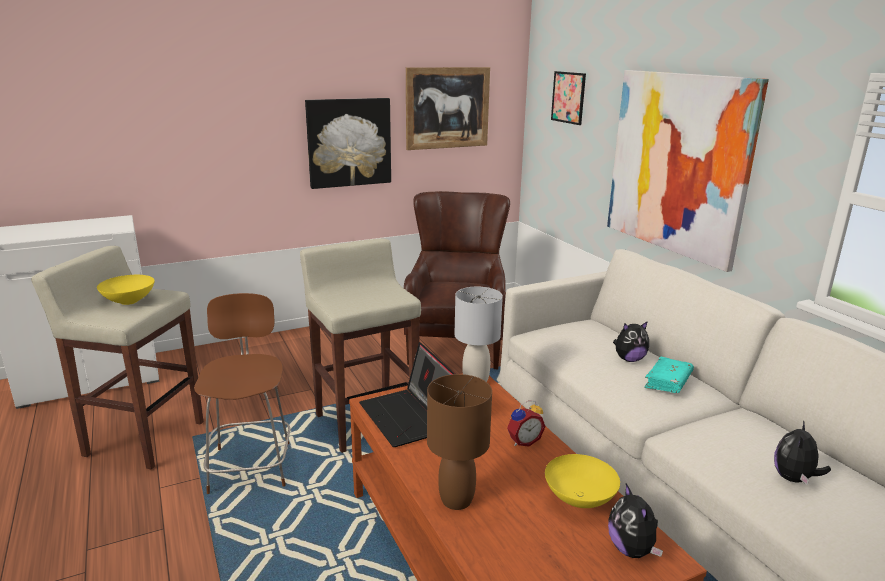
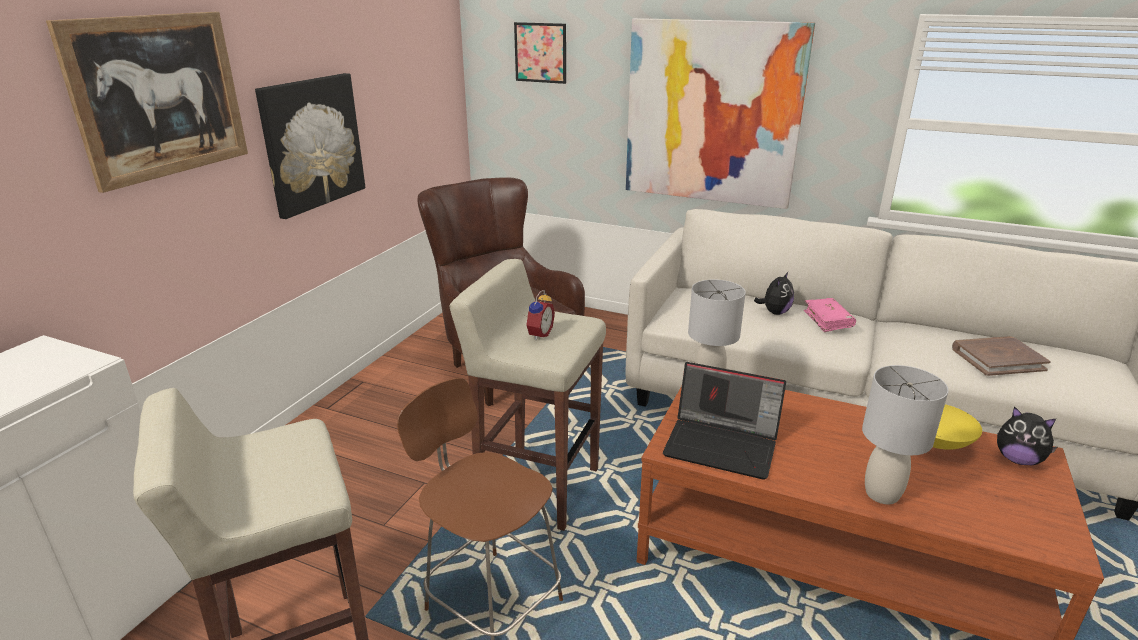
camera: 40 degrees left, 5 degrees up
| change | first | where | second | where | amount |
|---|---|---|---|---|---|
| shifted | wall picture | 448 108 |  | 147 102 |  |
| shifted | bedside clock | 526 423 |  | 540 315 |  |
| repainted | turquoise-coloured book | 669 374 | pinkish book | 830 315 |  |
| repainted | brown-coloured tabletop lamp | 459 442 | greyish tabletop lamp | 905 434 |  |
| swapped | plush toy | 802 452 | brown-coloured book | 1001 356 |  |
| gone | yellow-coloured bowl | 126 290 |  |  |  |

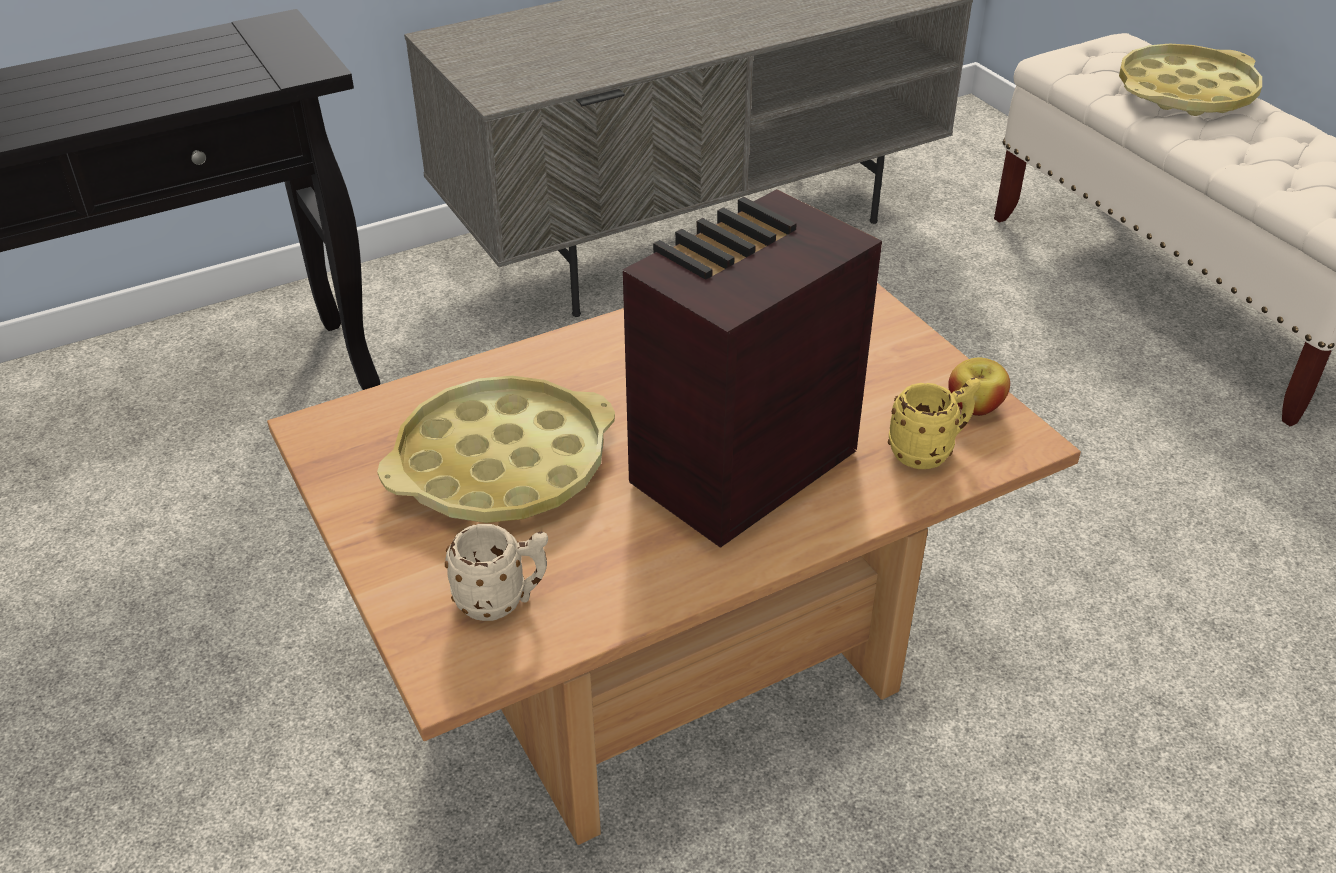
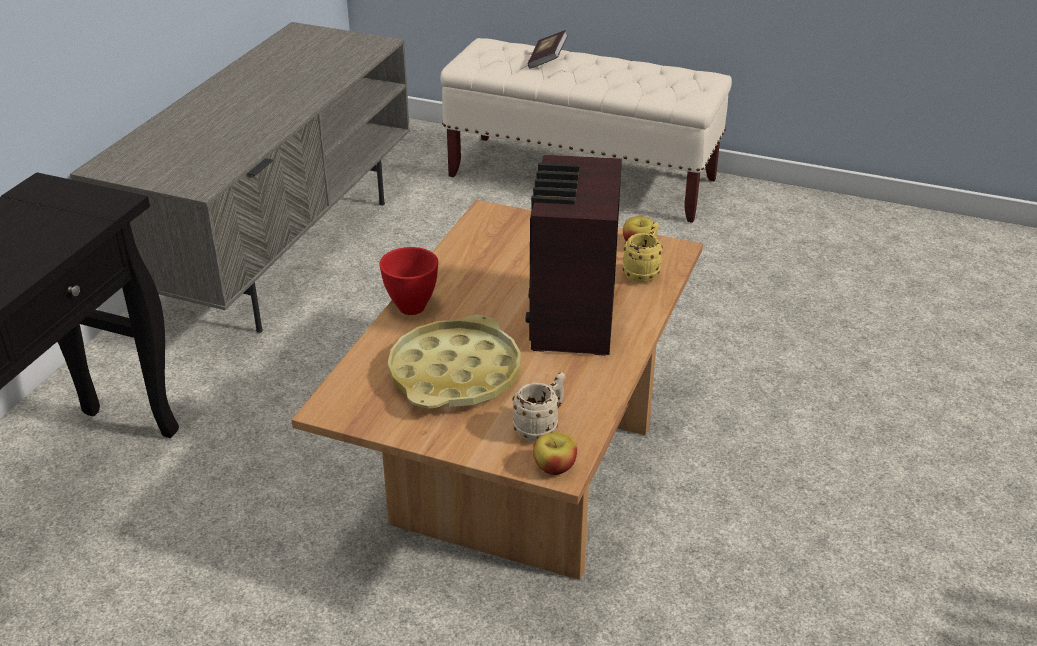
camera: 40 degrees left, 5 degrees down
| change | first | where | second | where | amount |
|---|---|---|---|---|---|
| new |  |  | reddish bowl | 408 281 |  |
| swapped | yellow-coloured carrying tray | 1190 80 | book | 547 49 |  |
| new |  |  | whole apple | 555 453 |  |

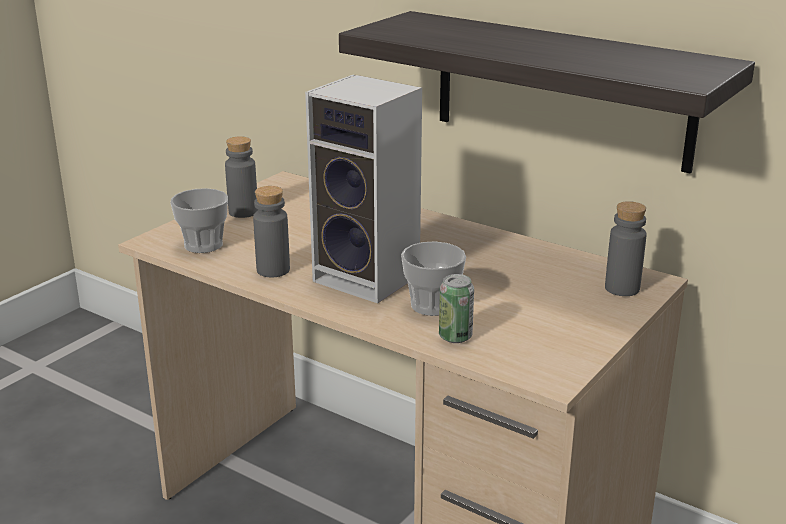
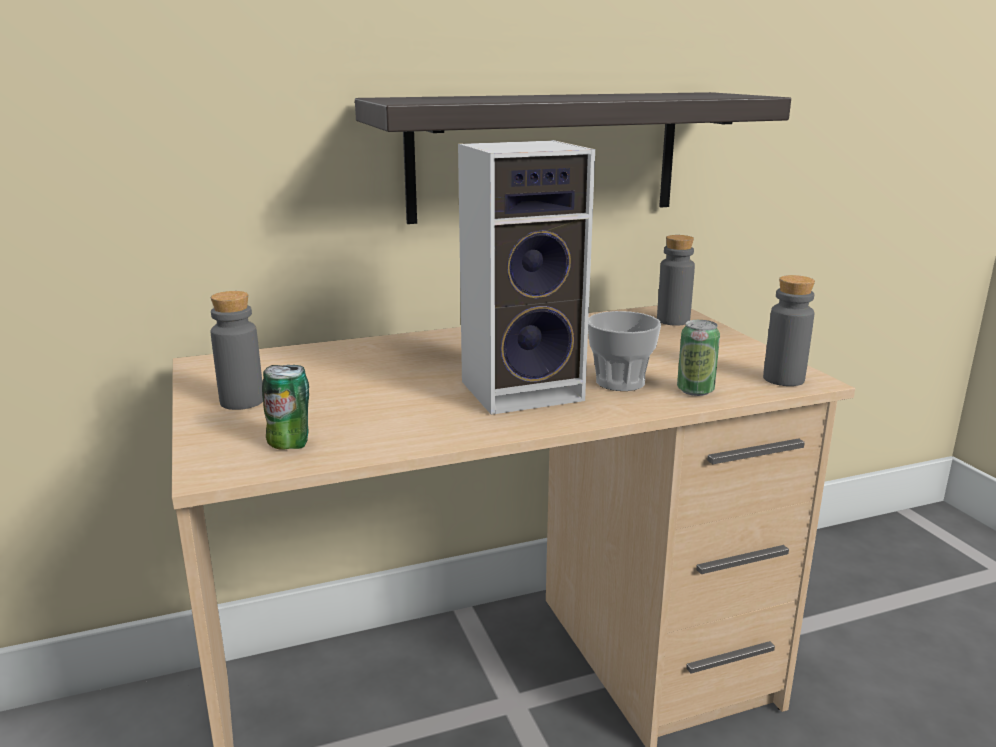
camera: 55 degrees left, 5 degrees down
| change | first | where | second | where | amount |
|---|---|---|---|---|---|
| swapped | cup | 199 220 | can | 285 407 |  |
| shifted | greyish drink bottle | 271 232 |  | 789 330 |  |

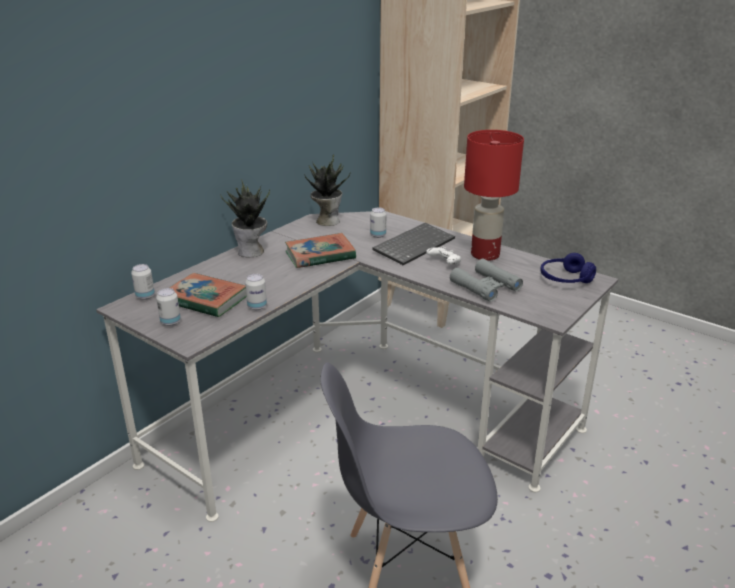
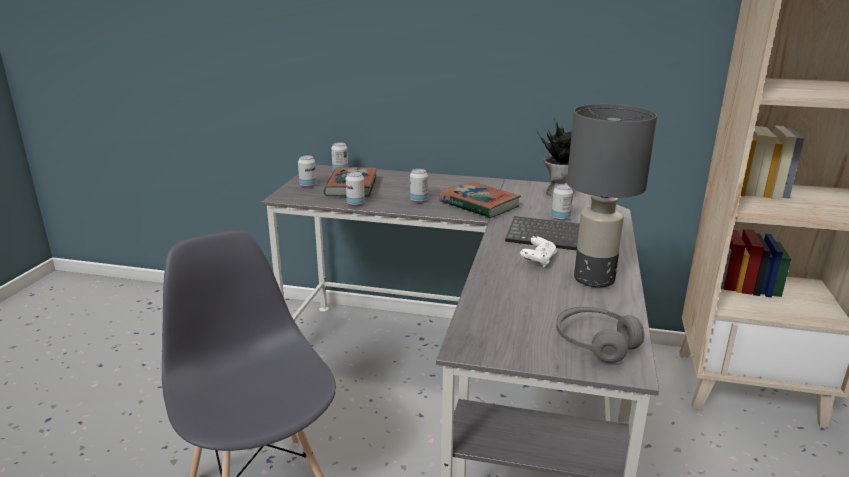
camera: 65 degrees right, 5 degrees down
| change | first | where | second | where | amount |
|---|---|---|---|---|---|
| new |  |  | can | 419 186 |  |
| repainted | blue-coloured headset | 568 268 | greyish headset | 600 335 |  |
| repainted | reddish tabletop lamp | 494 195 | greyish tabletop lamp | 612 195 |  |
| gone | potted plant | 245 218 |  |  |  |
| gone | greyish field glasses | 486 280 |  |  |  |

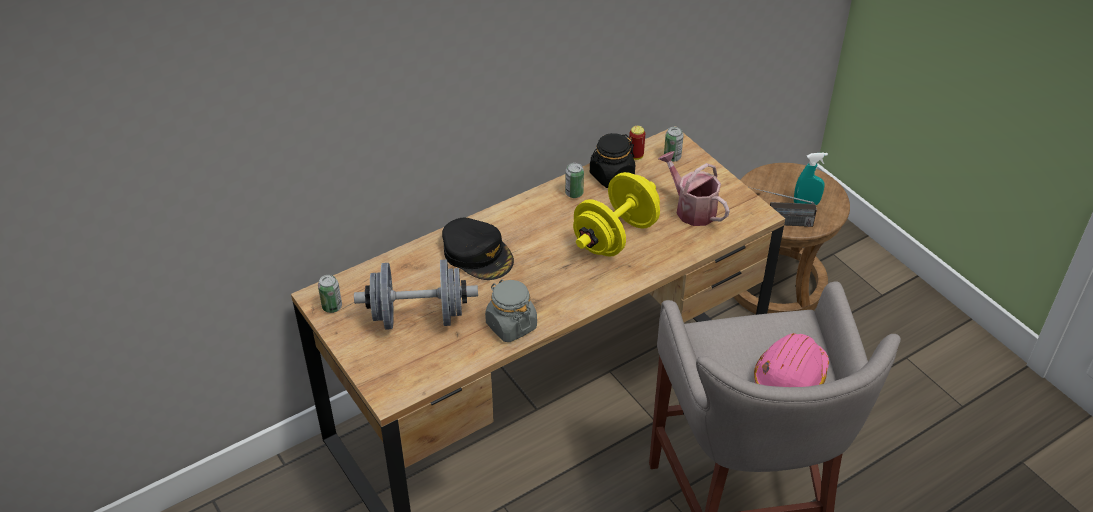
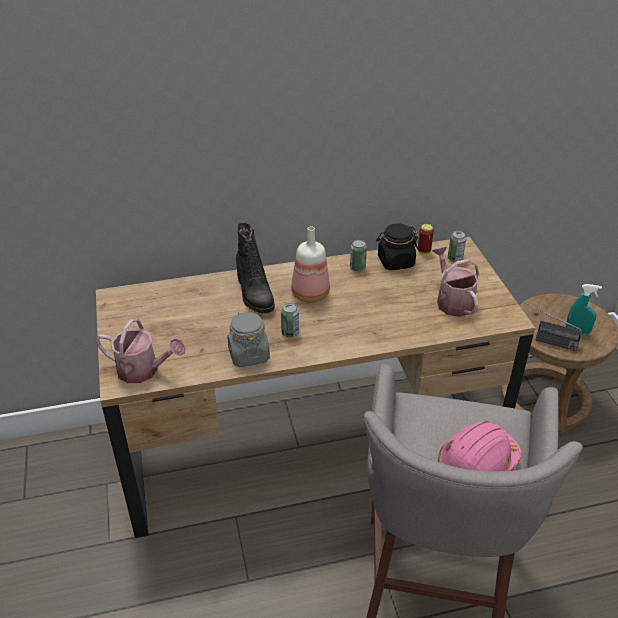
camera: 20 degrees right, 5 degrees down
| change | first | where | second | where | amount |
|---|---|---|---|---|---|
| new |  |  | sprinkling can | 140 351 |  |
| swapped | black baseball cap | 478 249 | black high-top boot | 255 268 |  |
| shifted | can | 330 294 |  | 290 320 |  |
| new |  |  | drink bottle | 310 264 |  |
| gone | greyish free weight | 416 294 |  |  |  |
| gone | yellow-coloured free weight | 616 214 |  |  |  |

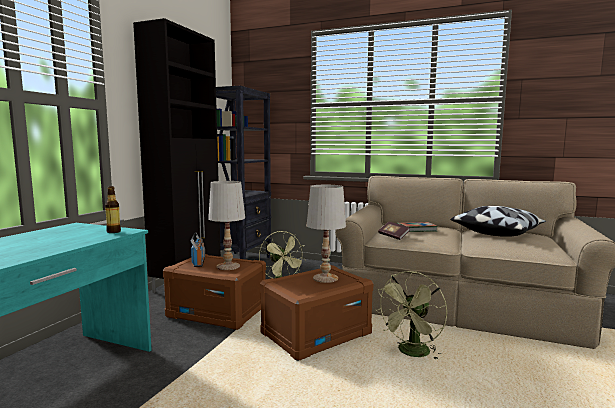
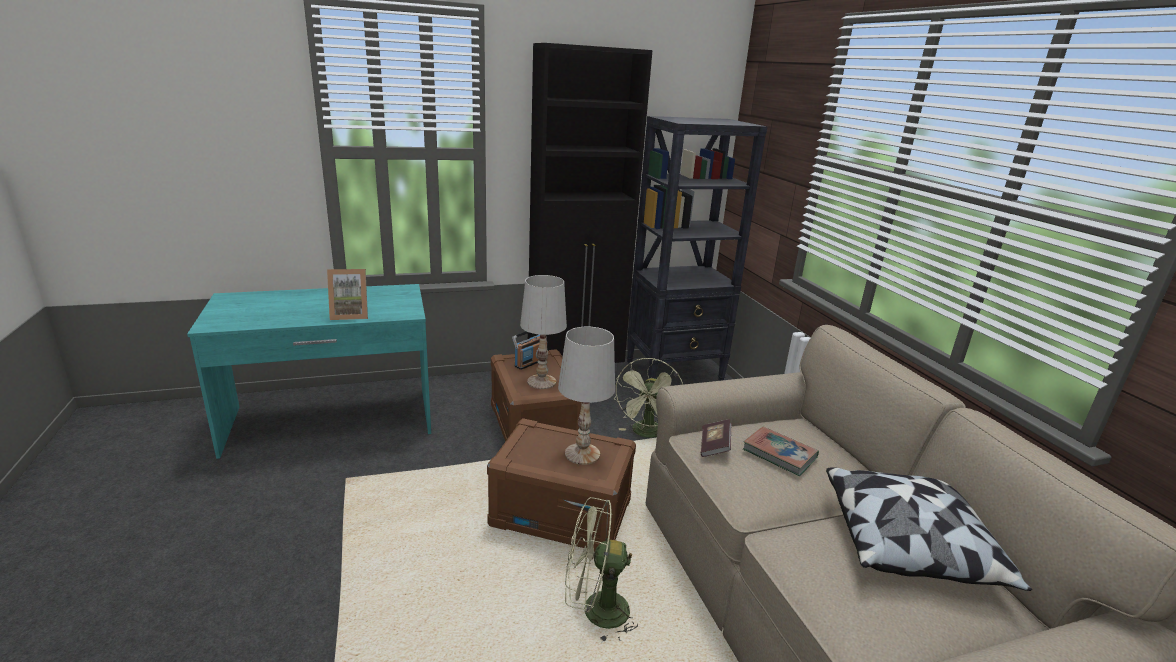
camera: 50 degrees right, 15 degrees up
| change | first | where | second | where | amount |
|---|---|---|---|---|---|
| new |  |  | standing frame | 347 294 |  |
| gone | drink bottle | 113 209 |  |  |  |

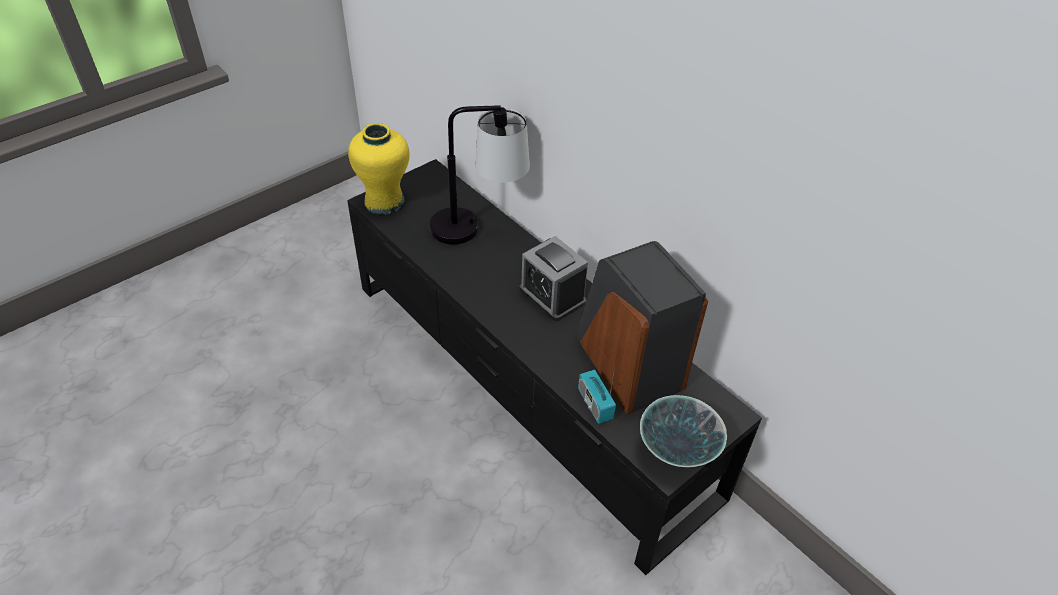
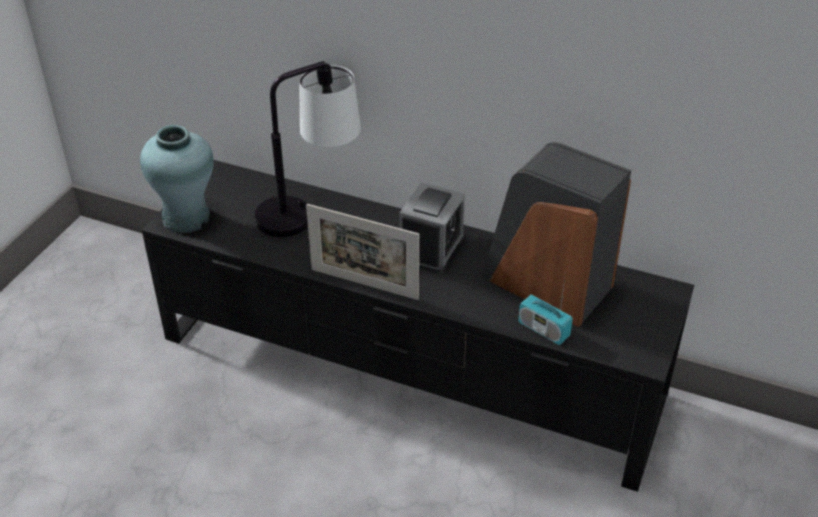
camera: 25 degrees left, 5 degrees down
| change | first | where | second | where | amount |
|---|---|---|---|---|---|
| repainted | yellow-coloured flower vase | 379 169 | turquoise-coloured flower vase | 177 179 |  |
| new |  |  | standing frame | 362 252 |  |
| rotated | bedside clock | 554 278 |  | 432 228 | 90 degrees counterclockwise |
| gone | bowl | 683 431 |  |  |  |

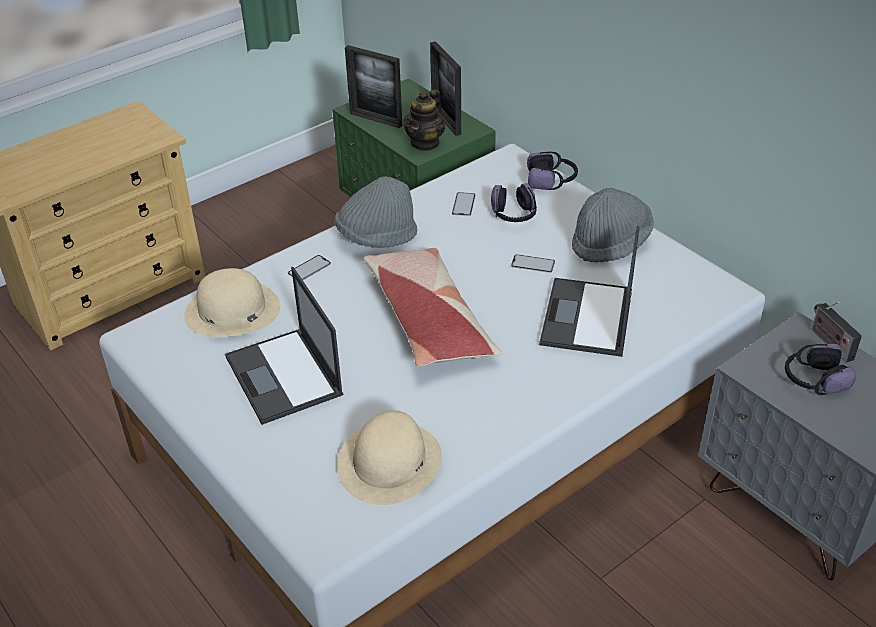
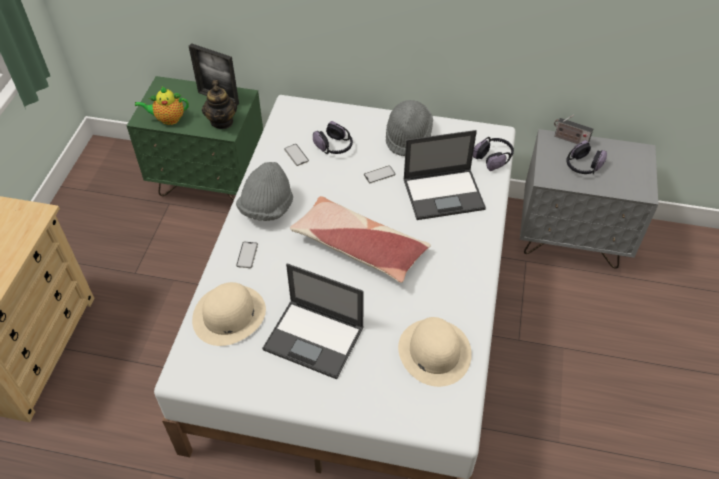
camera: 40 degrees left, 10 degrees up
| change | first | where | second | where | amount |
|---|---|---|---|---|---|
| swapped | standing frame | 373 86 | teapot | 162 105 |  |
| rotated | notebook computer | 589 291 |  | 444 175 | 75 degrees counterclockwise |
| shifted | headset | 552 170 |  | 493 154 |  |

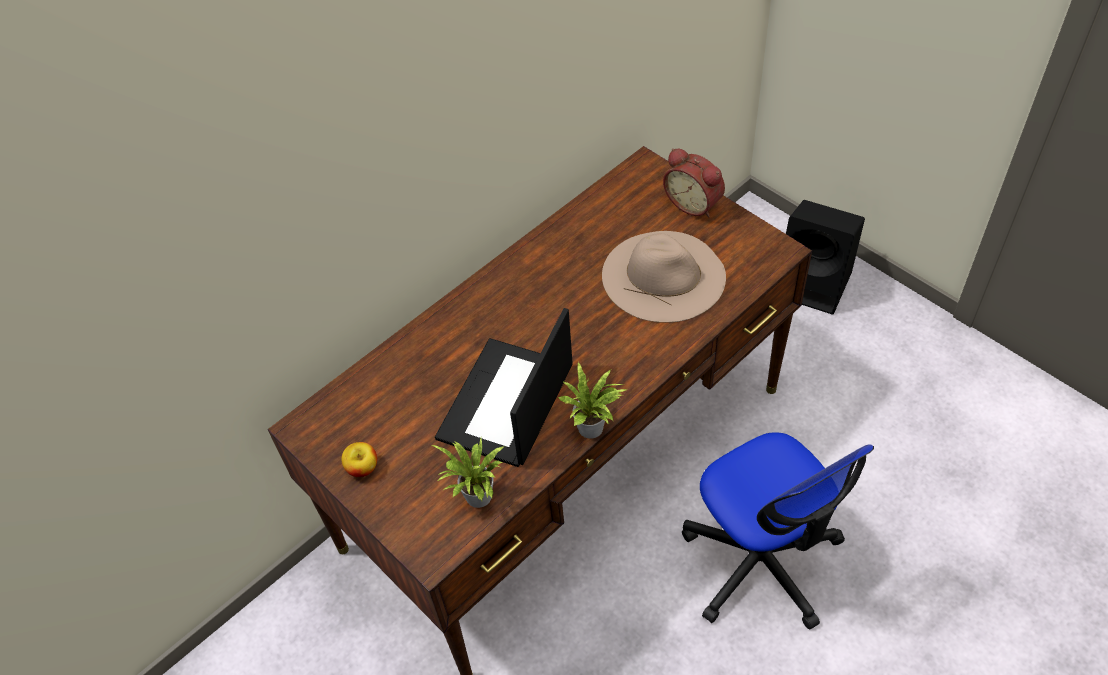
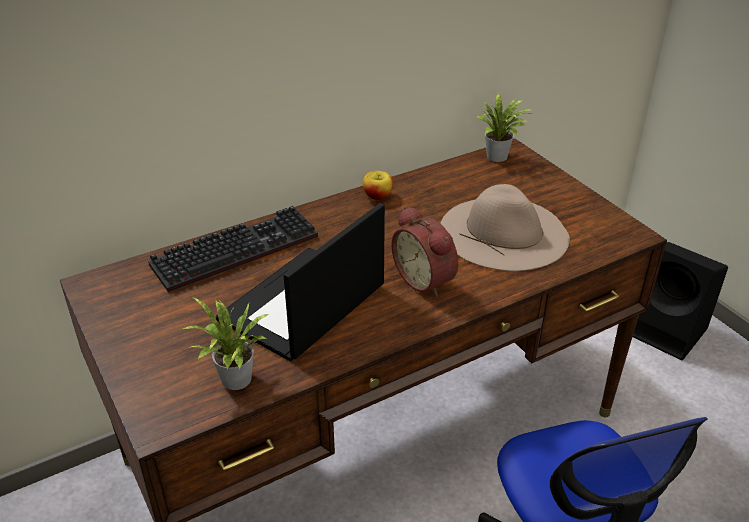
camera: 10 degrees right, 15 degrees down
| change | first | where | second | where | amount |
|---|---|---|---|---|---|
| new |  |  | PC keyboard | 233 249 |  |
| shifted | whole apple | 359 459 |  | 378 185 |  |
| shifted | bedside clock | 694 182 |  | 425 251 |  |
| shifted | potted plant | 593 400 |  | 505 127 |  |

